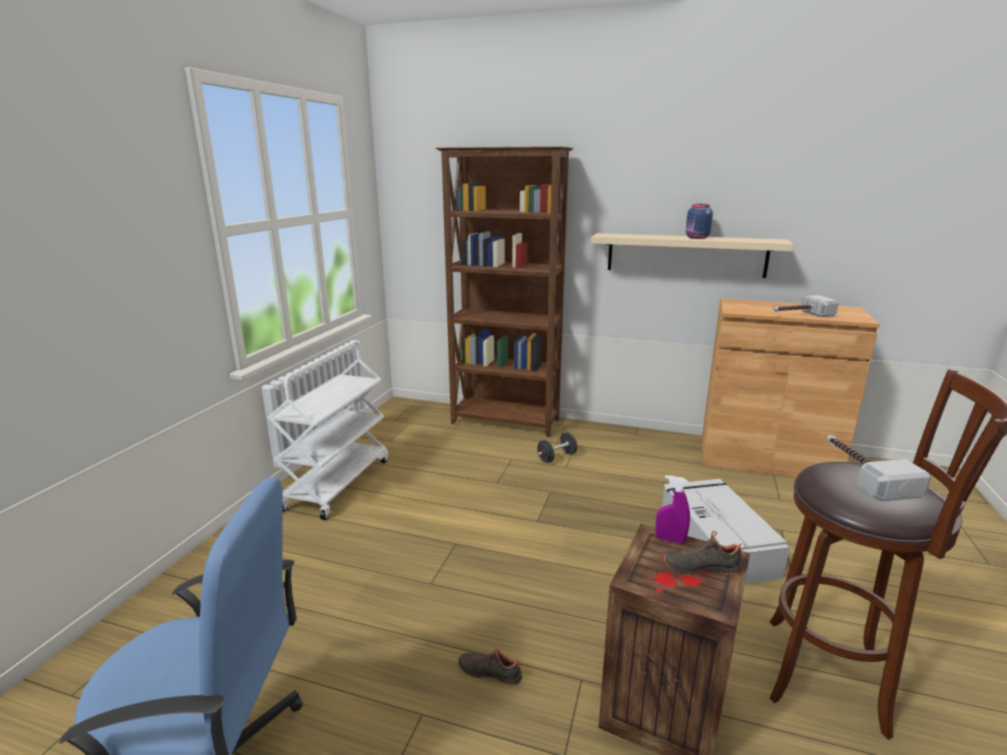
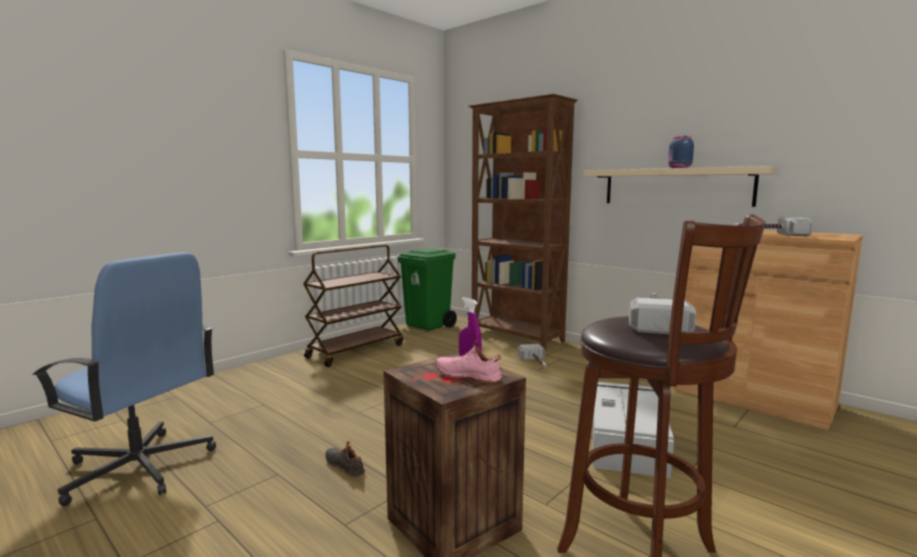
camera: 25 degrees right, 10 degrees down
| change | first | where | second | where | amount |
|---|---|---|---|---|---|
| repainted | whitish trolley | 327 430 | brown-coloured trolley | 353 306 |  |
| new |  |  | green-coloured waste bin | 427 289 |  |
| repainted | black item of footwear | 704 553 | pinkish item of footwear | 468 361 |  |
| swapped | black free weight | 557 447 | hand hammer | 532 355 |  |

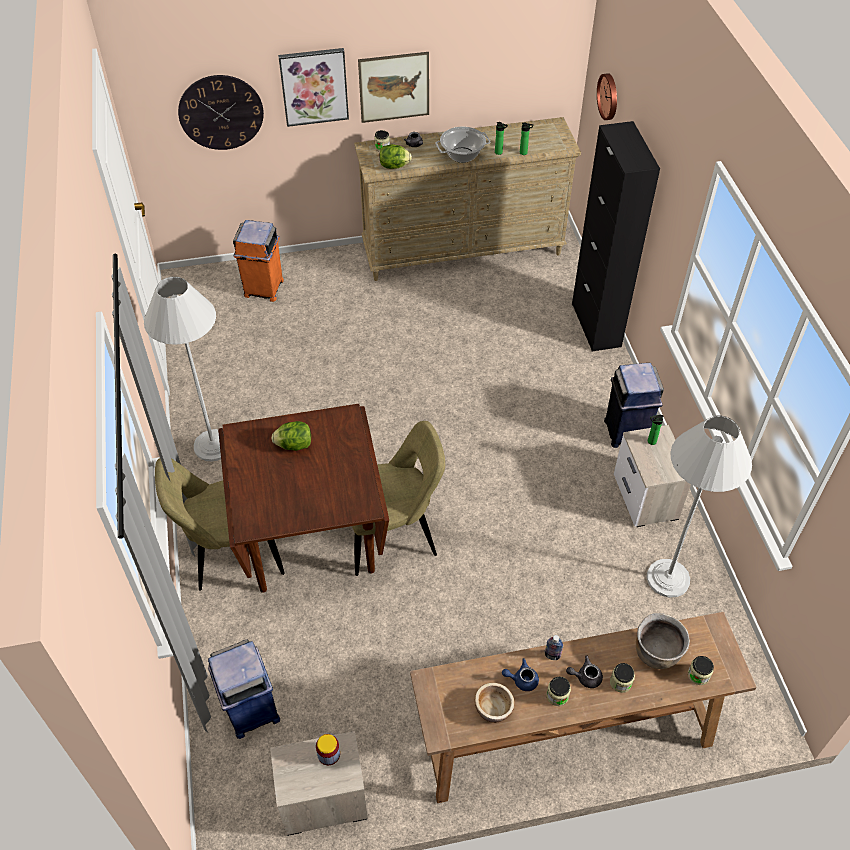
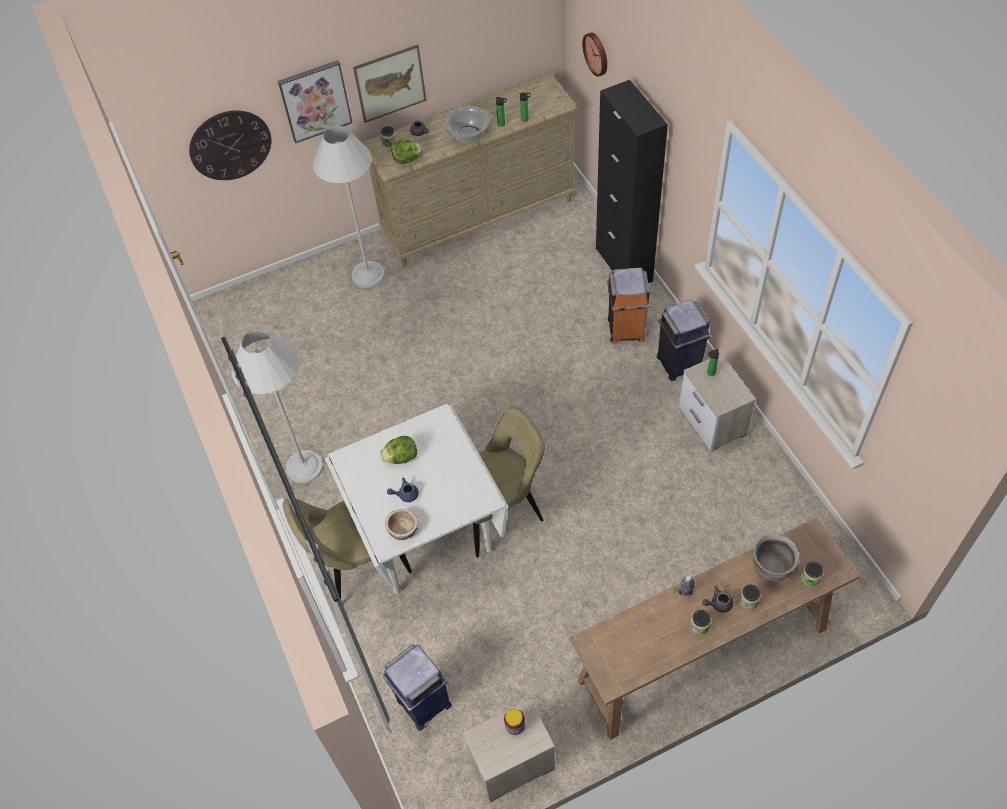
camera: 10 degrees left, 5 degrees up
| change | first | where | second | where | amount |
|---|---|---|---|---|---|
| shifted | whitish standing lamp | 699 506 |  | 349 207 |  |
| repainted | brown-coloured kitchen table | 303 498 | whitish kitchen table | 417 499 |  |
| shifted | bowl | 495 703 |  | 401 524 |  |
| shifted | blue-coloured teapot | 520 674 |  | 403 489 |  |
| shifted | orange-coloured waste bin | 258 261 |  | 628 305 |  |

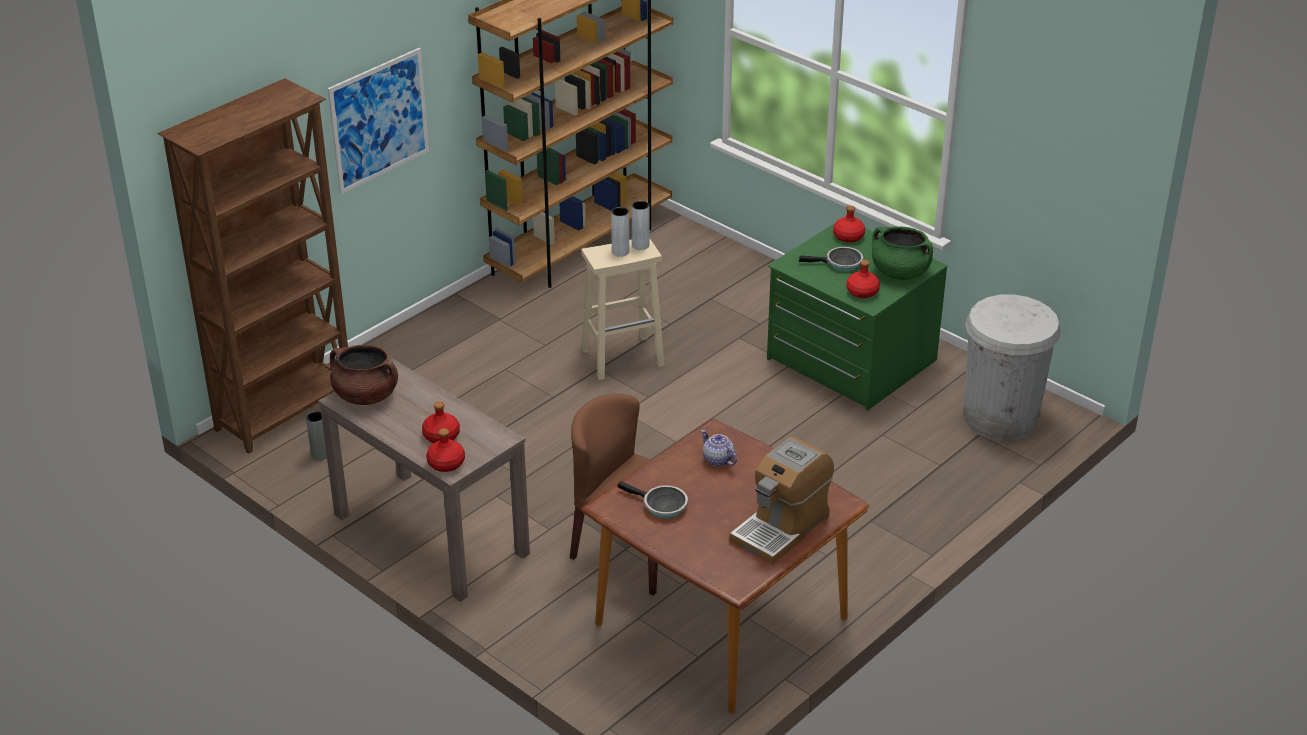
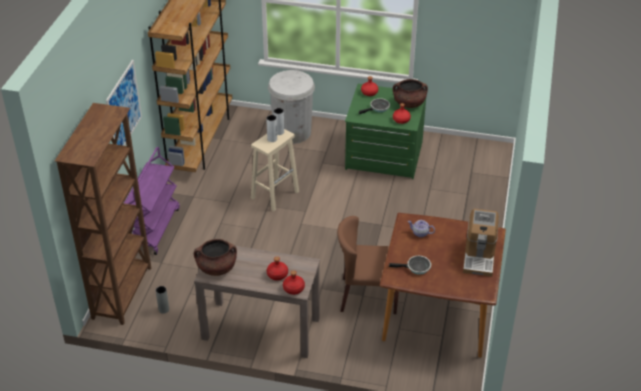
camera: 30 degrees left, 5 degrees up
| change | first | where | second | where | amount |
|---|---|---|---|---|---|
| new |  |  | purple-coloured trolley | 152 201 |  |
| shifted | whitish waste bin | 1012 367 |  | 291 107 |  |
| repainted | green-coloured stockpot | 902 253 | brown-coloured stockpot | 410 93 |  |

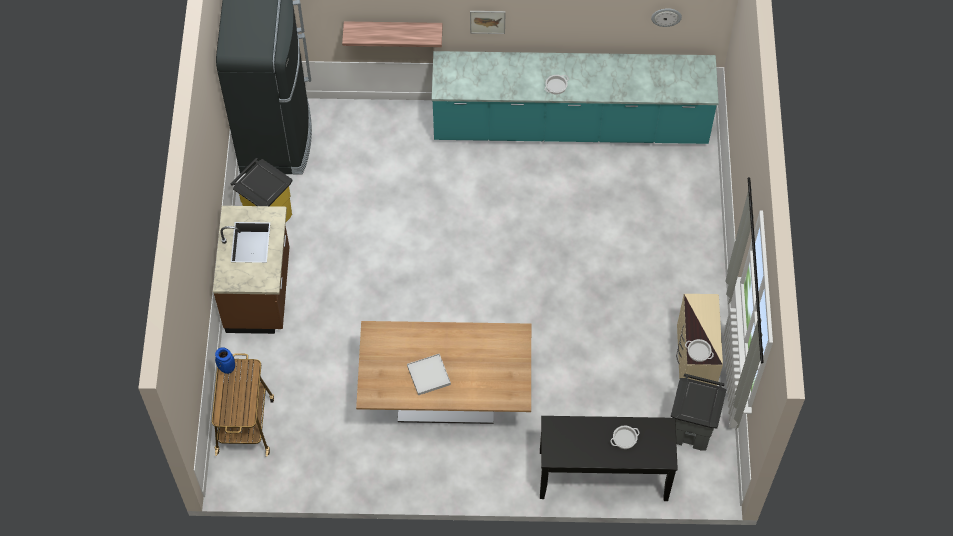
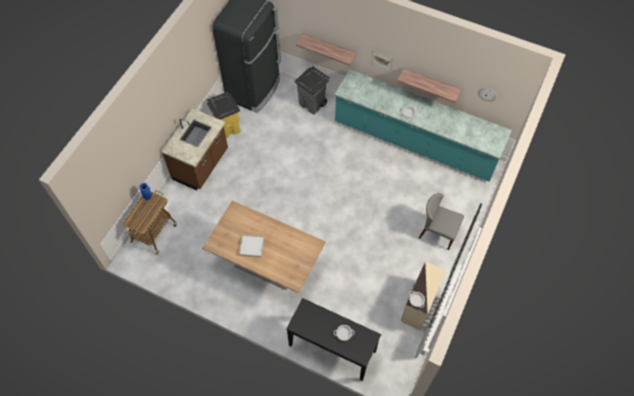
camera: 25 degrees right, 0 degrees up
| change | first | where | second | where | amount |
|---|---|---|---|---|---|
| shifted | greyish waste bin | 698 412 |  | 312 90 |  |
| new |  |  | bracket shelf | 429 85 |  |
| new |  |  | greyish chair | 441 221 |  |

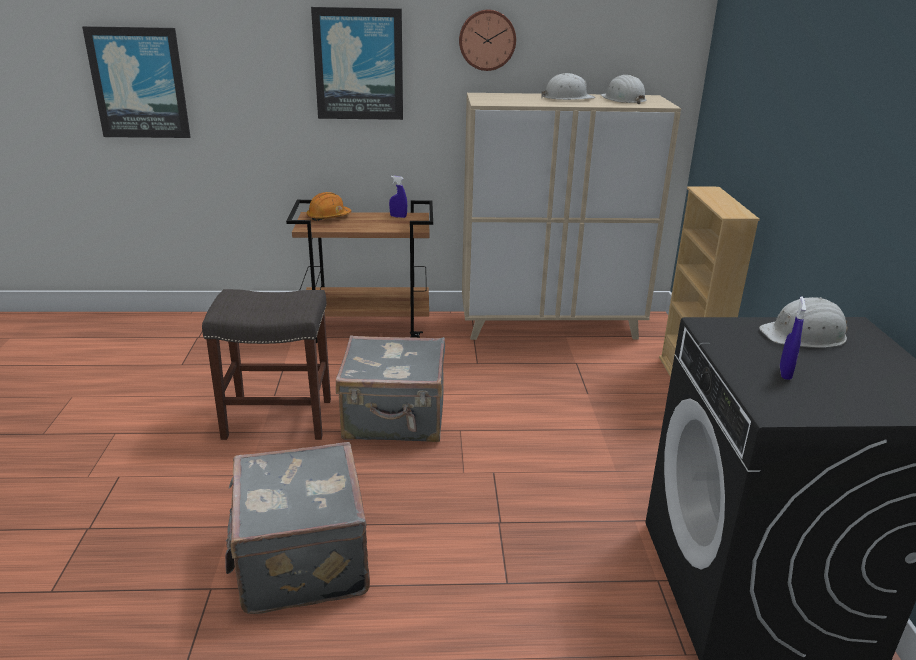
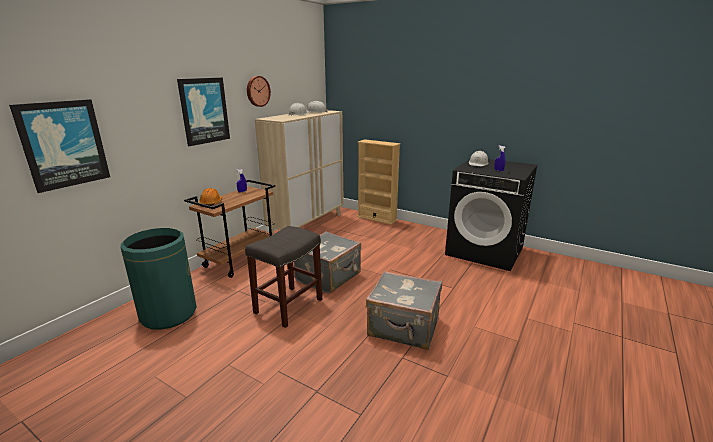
camera: 55 degrees left, 5 degrees down
| change | first | where | second | where | amount |
|---|---|---|---|---|---|
| new |  |  | green-coloured waste bin | 159 279 |  |

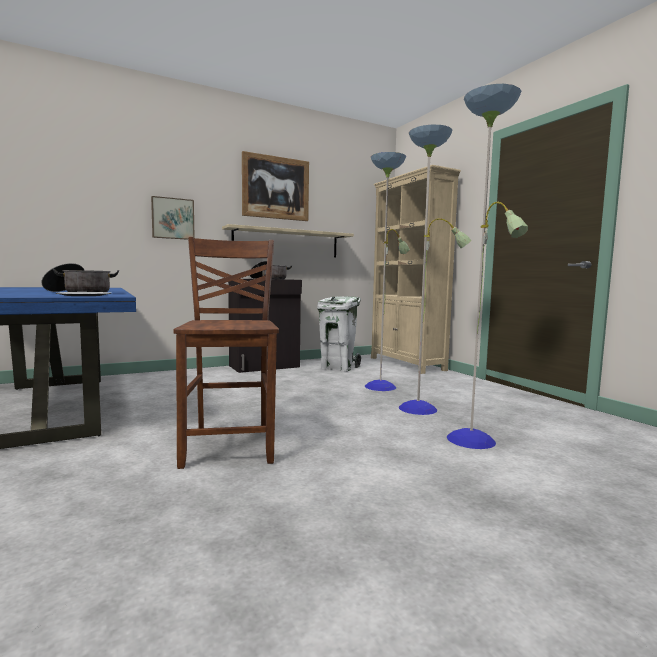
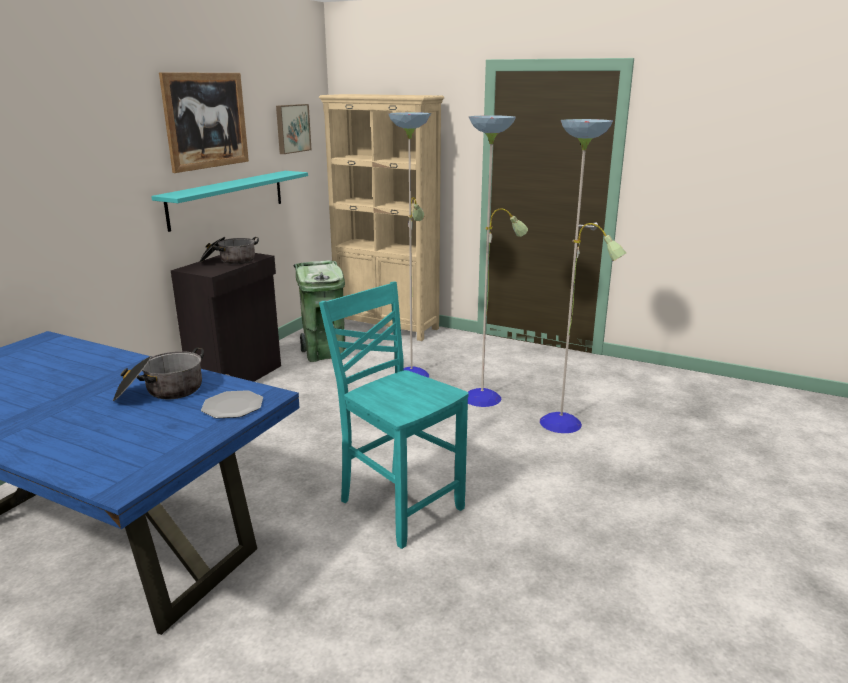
camera: 35 degrees left, 15 degrees up
| change | first | where | second | where | amount |
|---|---|---|---|---|---|
| repainted | sand-coloured bracket shelf | 288 240 | turquoise-coloured bracket shelf | 229 201 |  |
| shifted | wall picture | 173 218 |  | 294 129 |  |
| repainted | whitish waste bin | 339 333 | green-coloured waste bin | 320 311 |  |
| repainted | brown-coloured chair | 226 353 | turquoise-coloured chair | 394 415 |  |

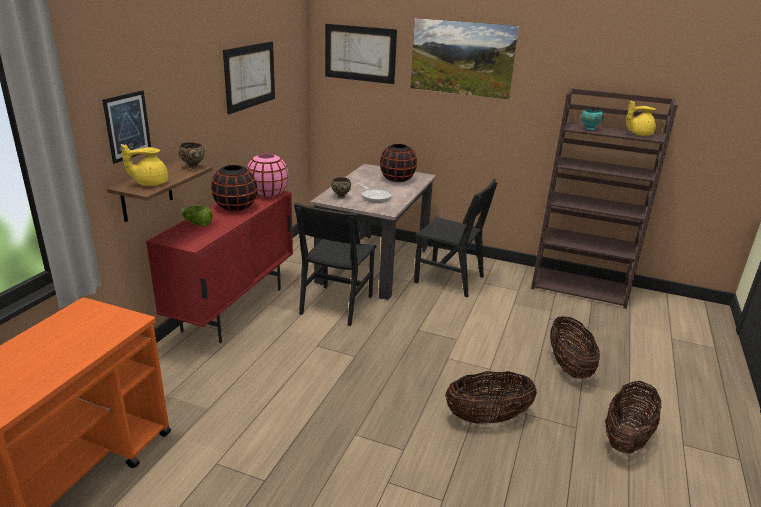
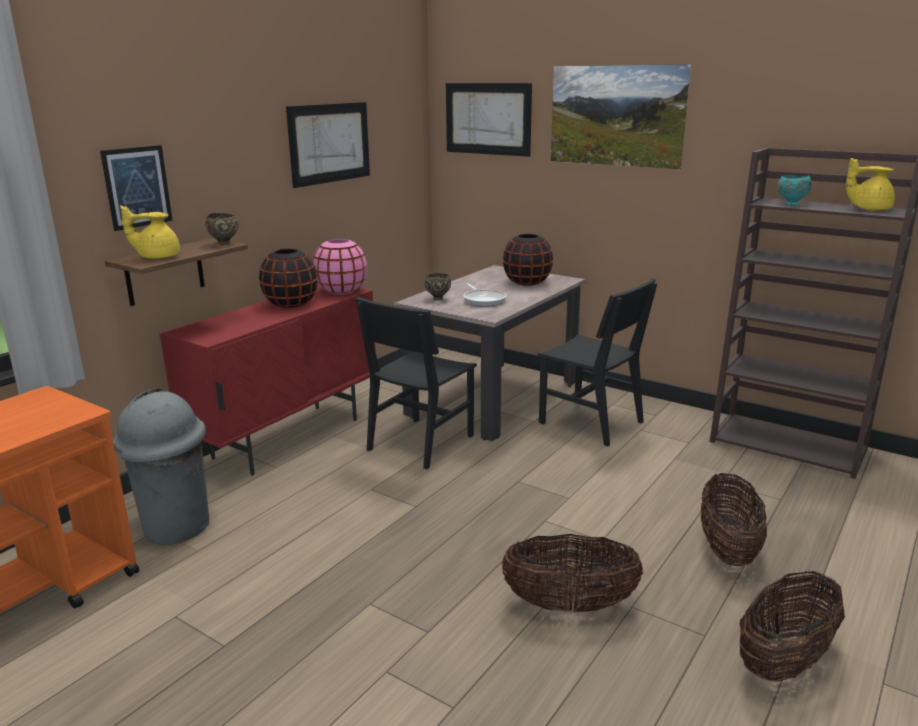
camera: 15 degrees right, 5 degrees down
| change | first | where | second | where | amount |
|---|---|---|---|---|---|
| new |  |  | greyish waste bin | 161 467 |  |
| gone | lettuce head | 196 216 |  |  |  |

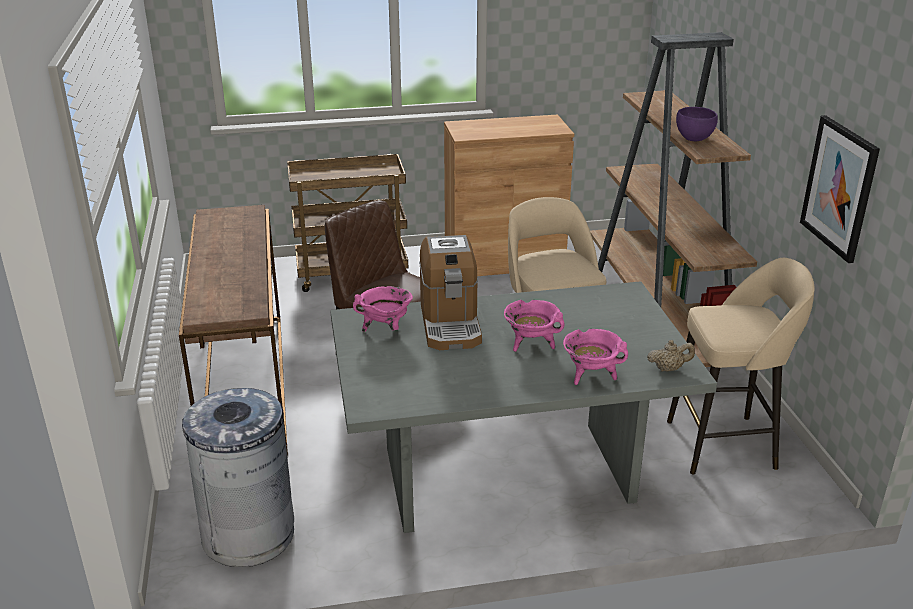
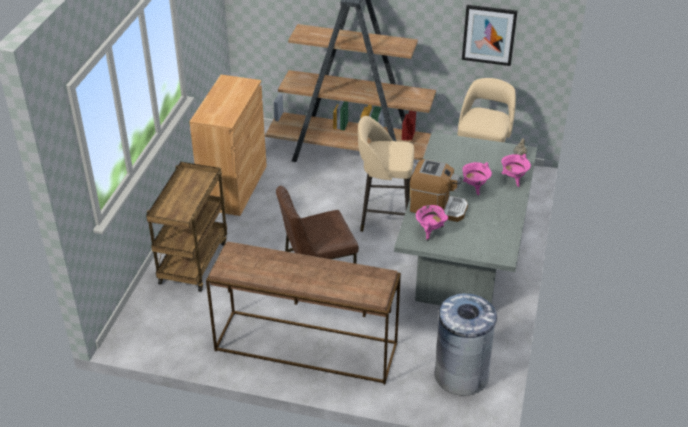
camera: 65 degrees left, 10 degrees up
| change | first | where | second | where | amount |
|---|---|---|---|---|---|
| gone | purple-coloured bowl | 697 124 |  |  |  |

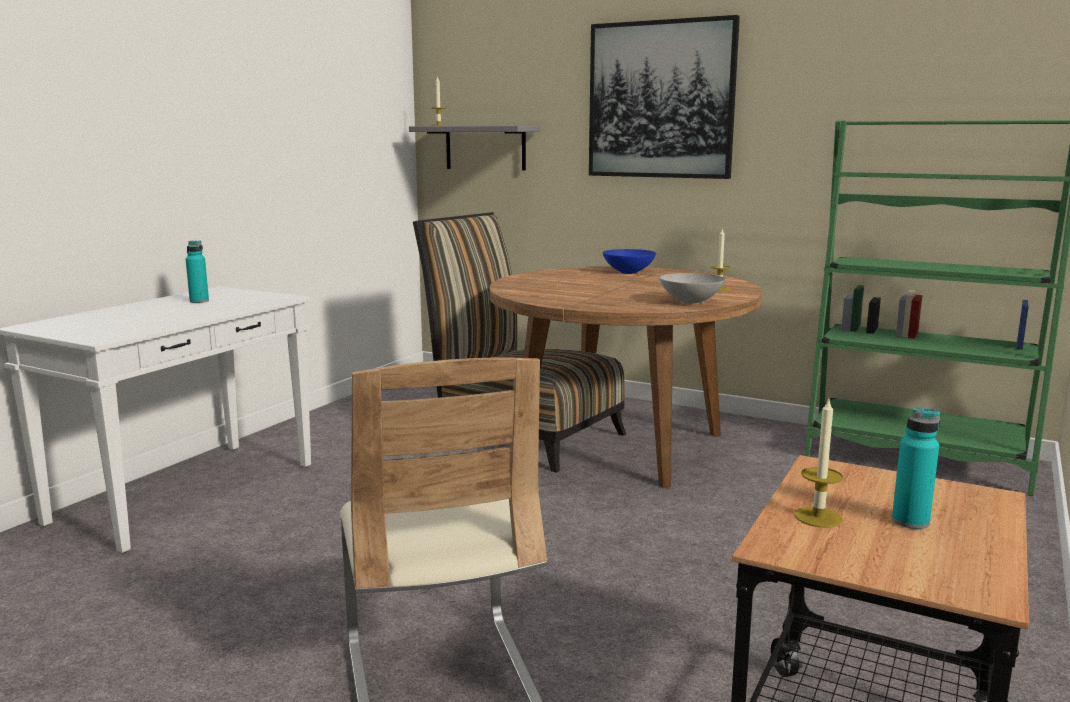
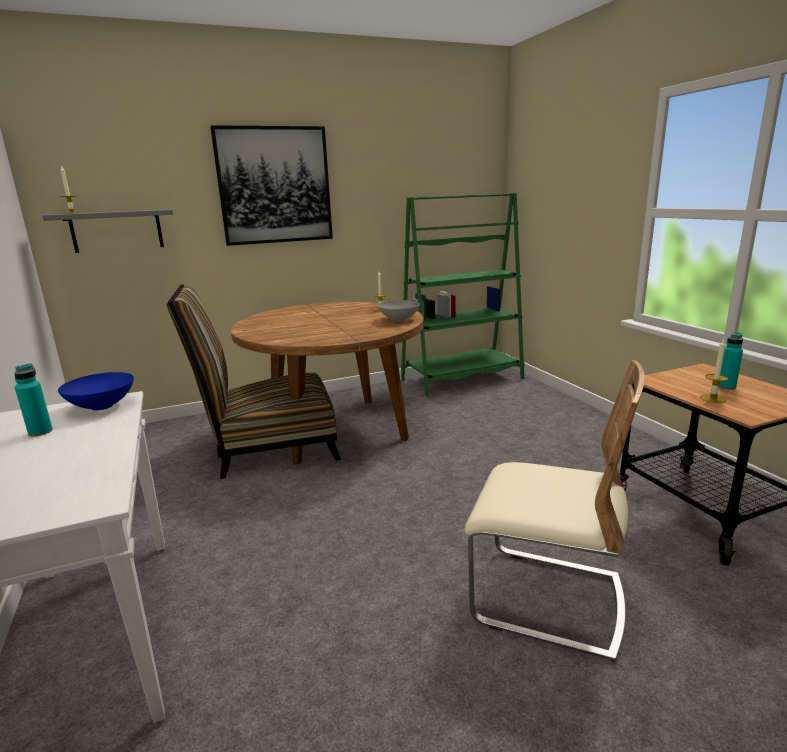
camera: 50 degrees left, 5 degrees up
| change | first | where | second | where | amount |
|---|---|---|---|---|---|
| shifted | blue-coloured bowl | 629 261 |  | 96 391 |  |

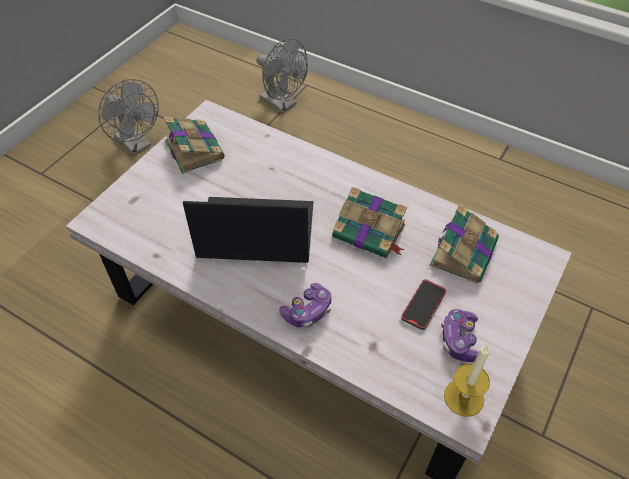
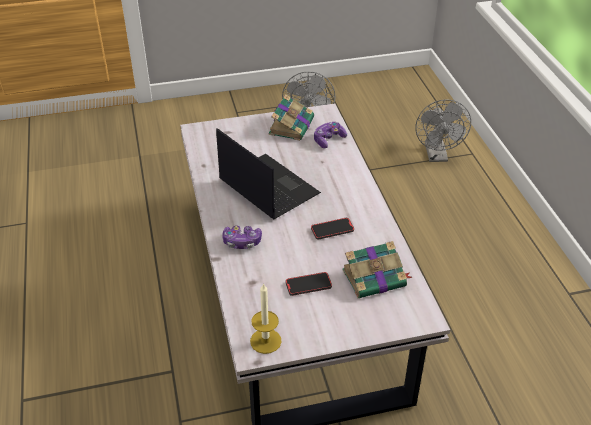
camera: 45 degrees right, 10 degrees down
| change | first | where | second | where | amount |
|---|---|---|---|---|---|
| swapped | book | 369 222 | phone | 332 229 |  |
| shifted | joypad | 460 335 |  | 330 135 |  |

